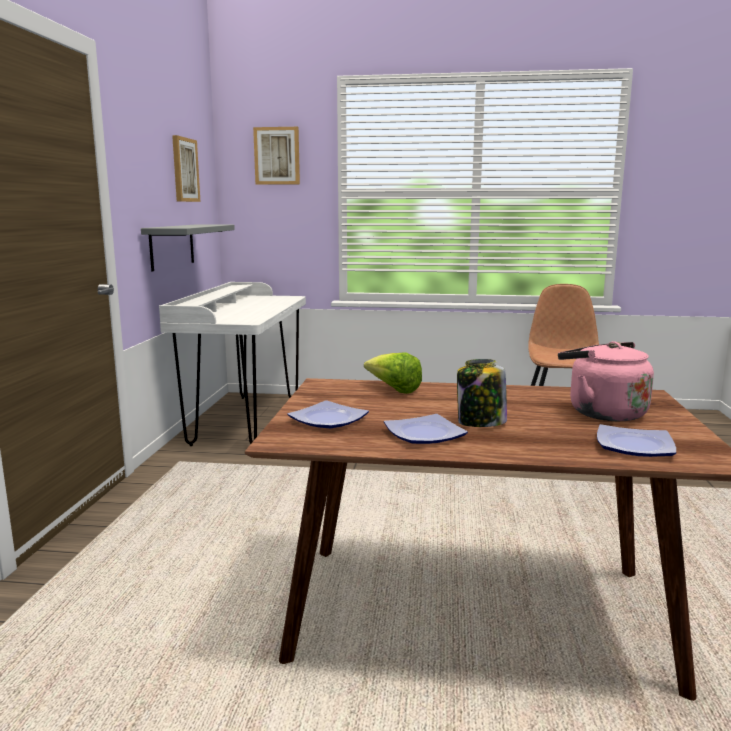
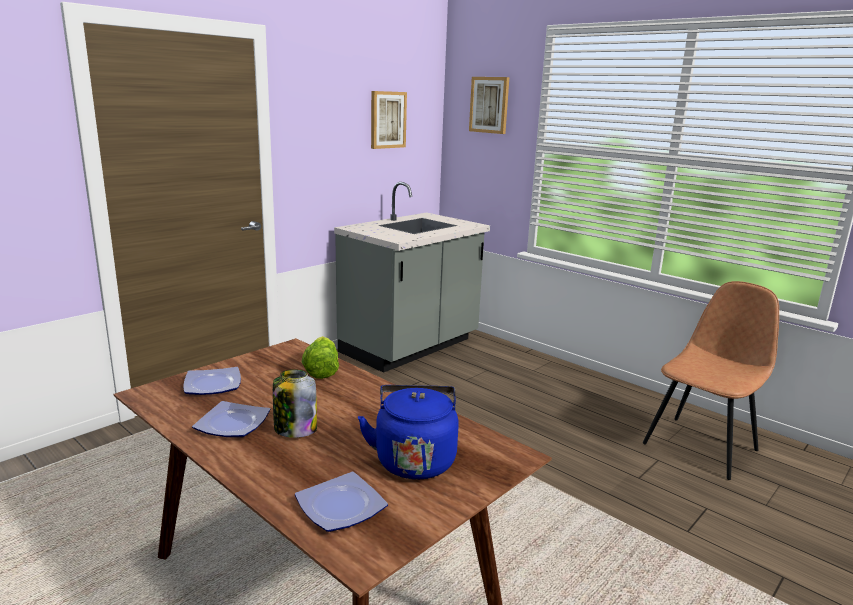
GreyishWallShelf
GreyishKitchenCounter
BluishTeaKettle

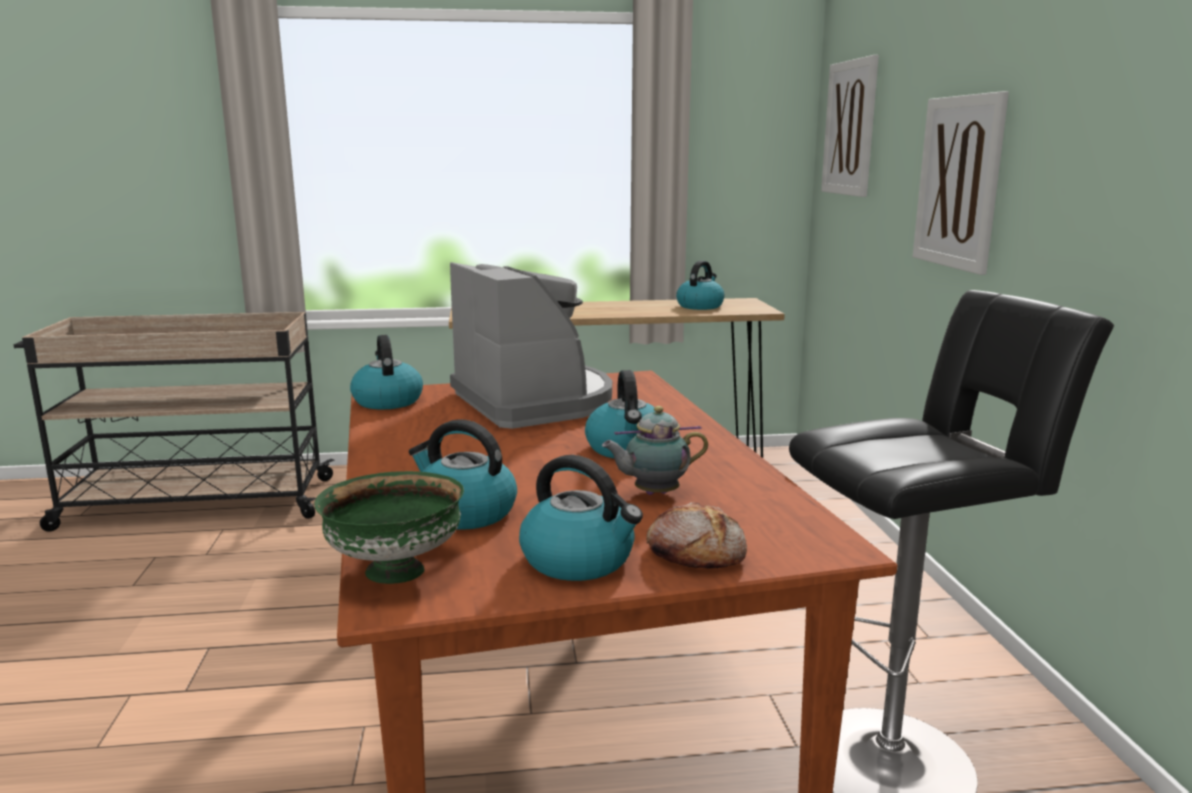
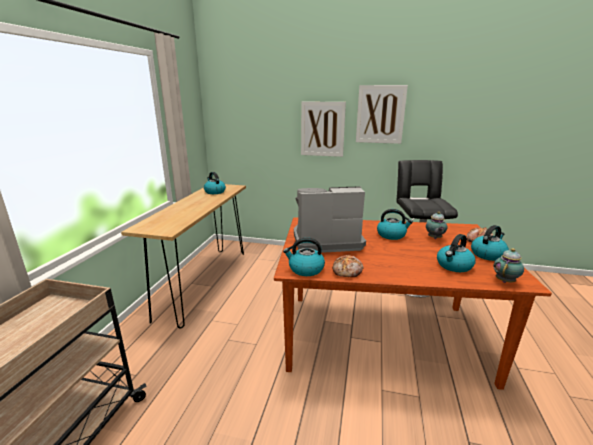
TeaPot (no. 2 from left)
WallArt (no. 2 from left)
Bread (no. 1 from left)

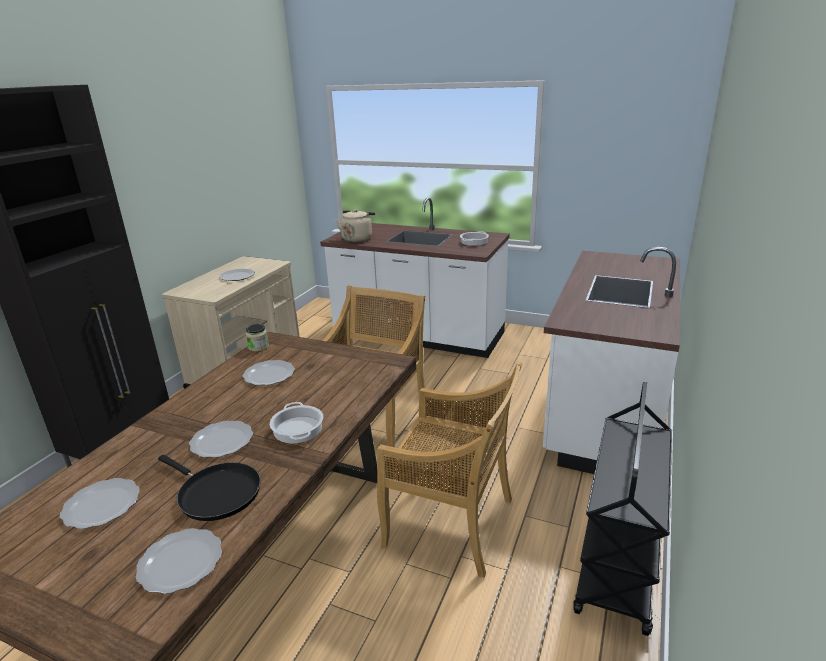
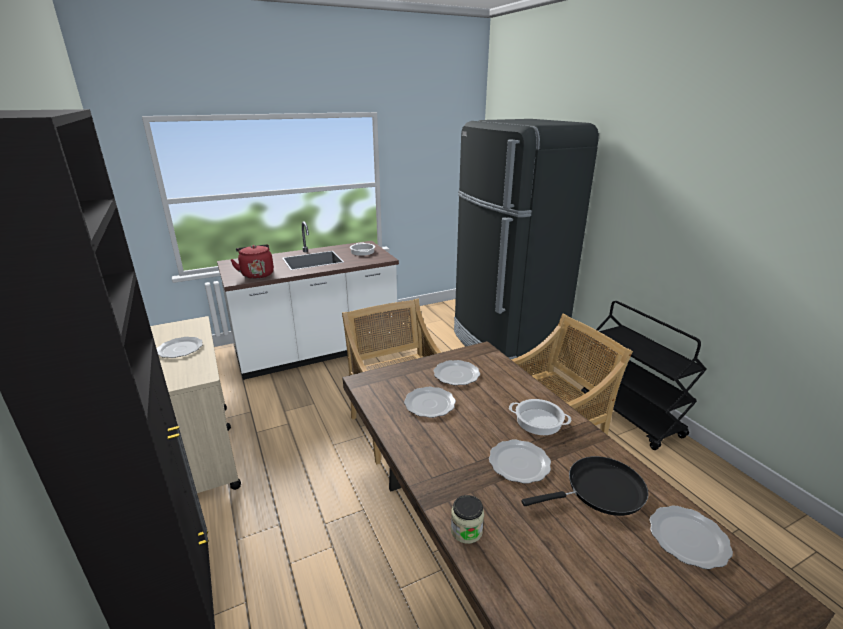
DinnerPlate (no. 3 from left)
Jar
ReddishTeaKettle
BlackRefrigerator

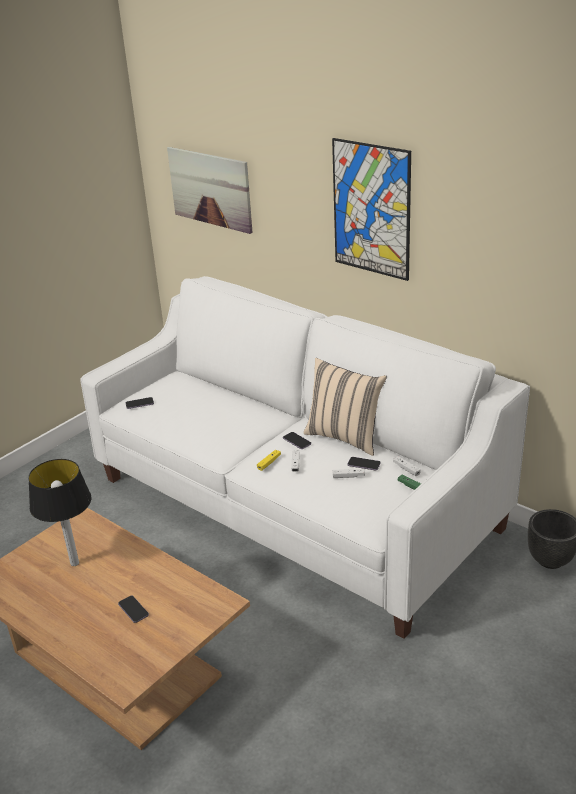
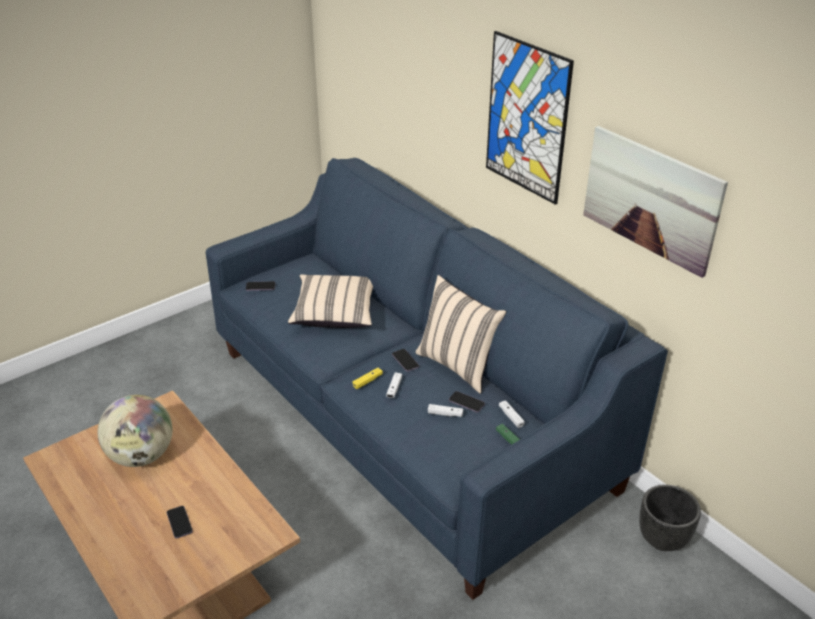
WorldGlobe
BluishCouch
WallArt (no. 2 from left)
BeigeColouredPillow (no. 1 from left)

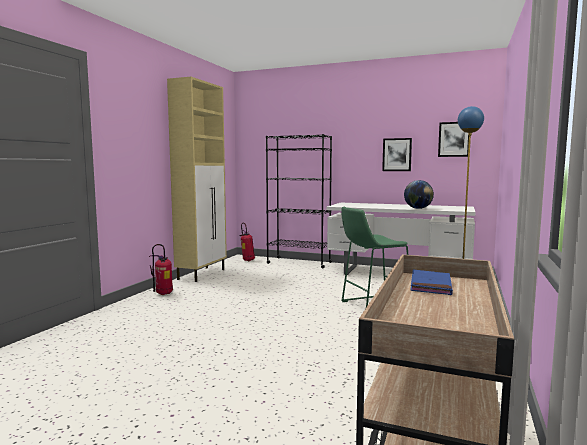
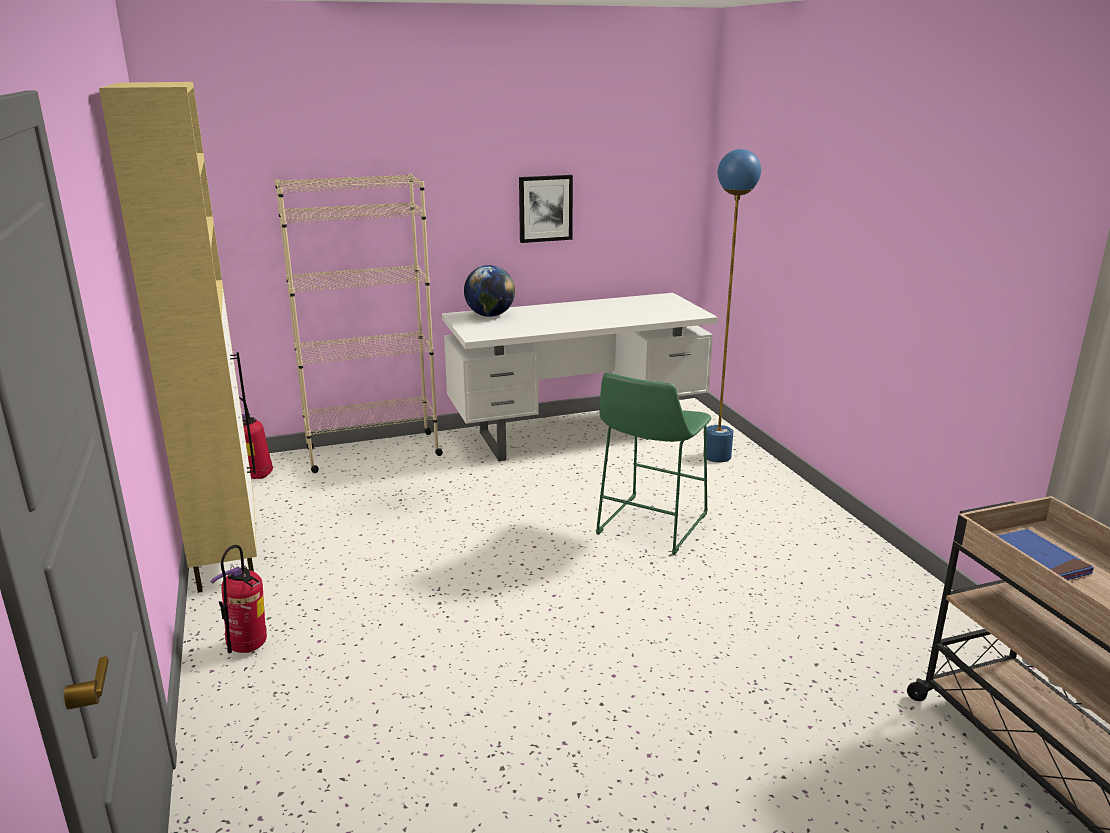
BeigeColouredBookshelf
WorldGlobe
WallArt (no. 2 from left in the first image)

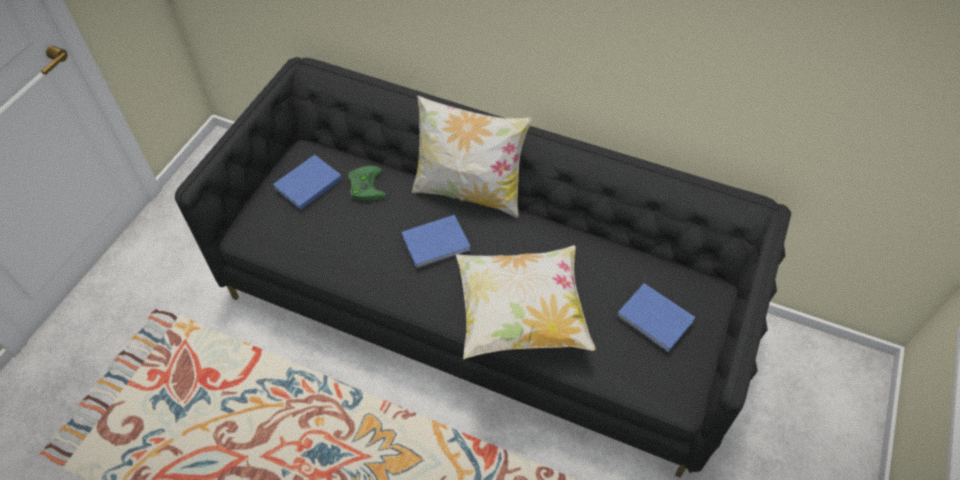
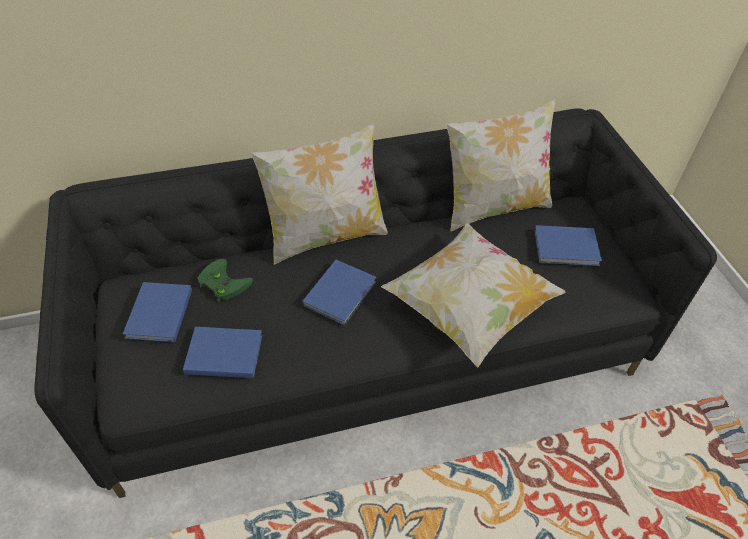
BluishVolume (no. 2 from left)
Pillow (no. 3 from left)

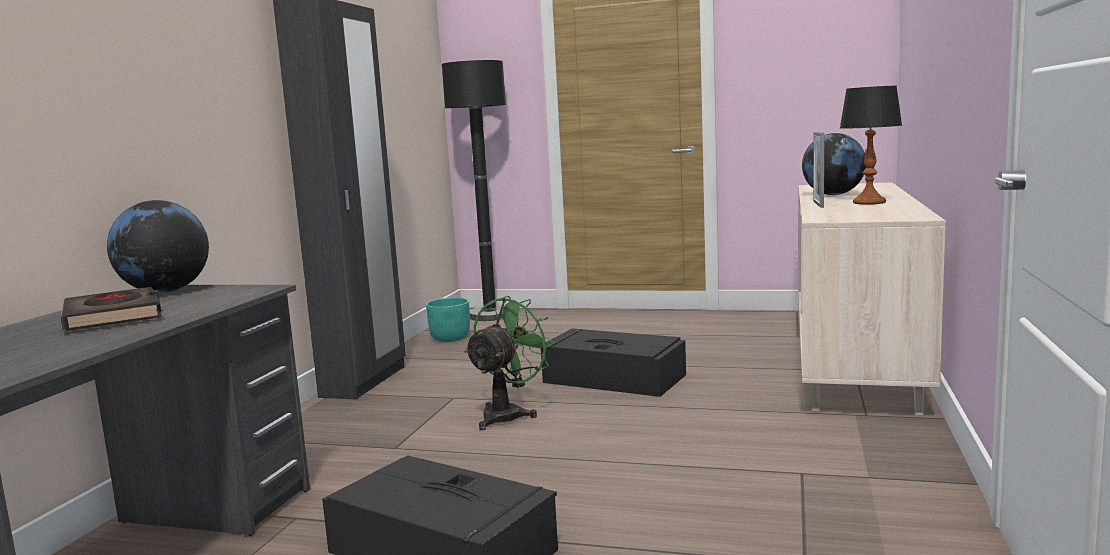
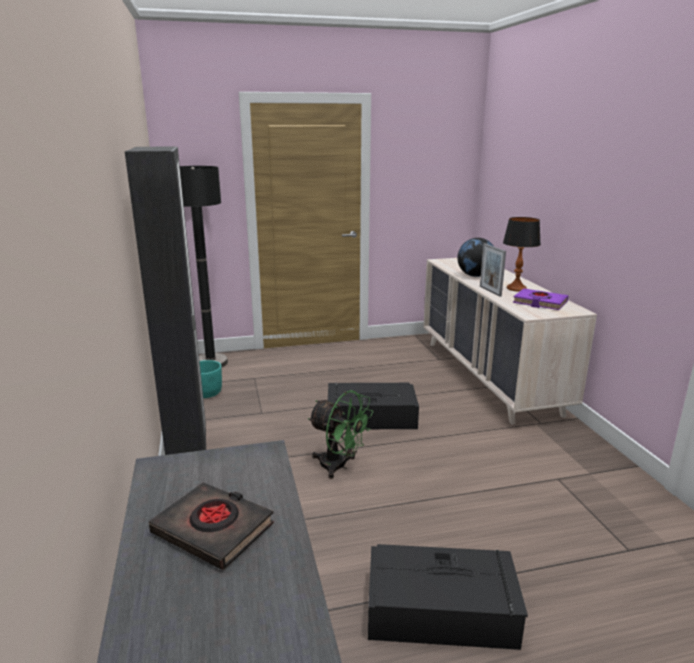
WorldGlobe (no. 1 from left in the first image)
GreenishElectricFan
PurpleVolume

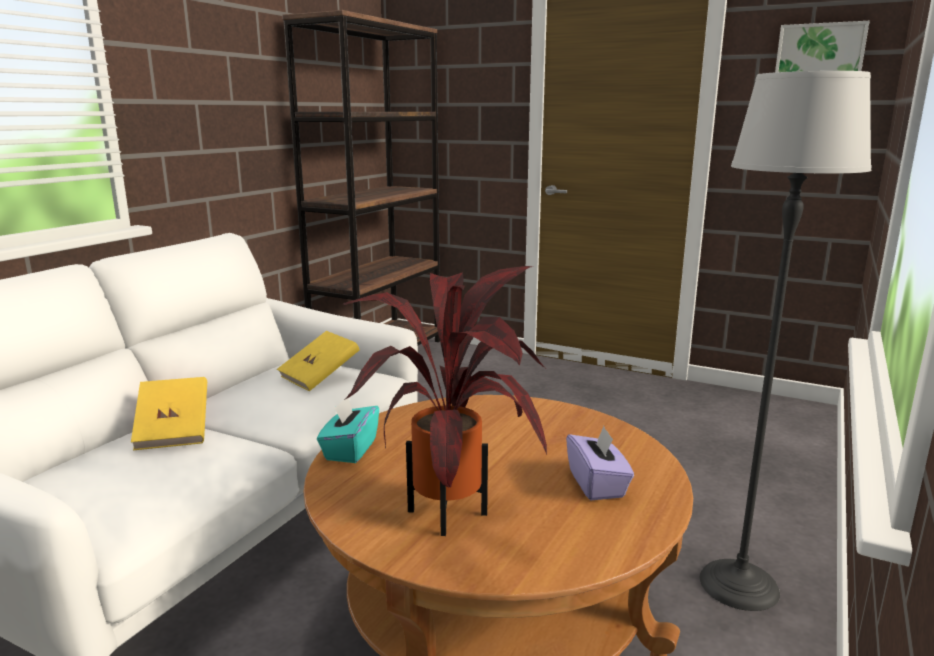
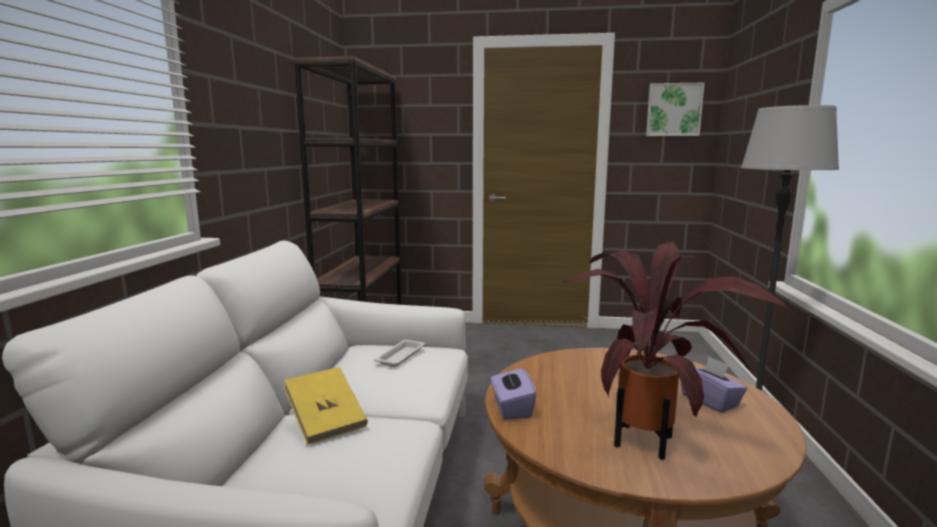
WhiteServingTray
PurpleBoxOfTissues (no. 1 from left)

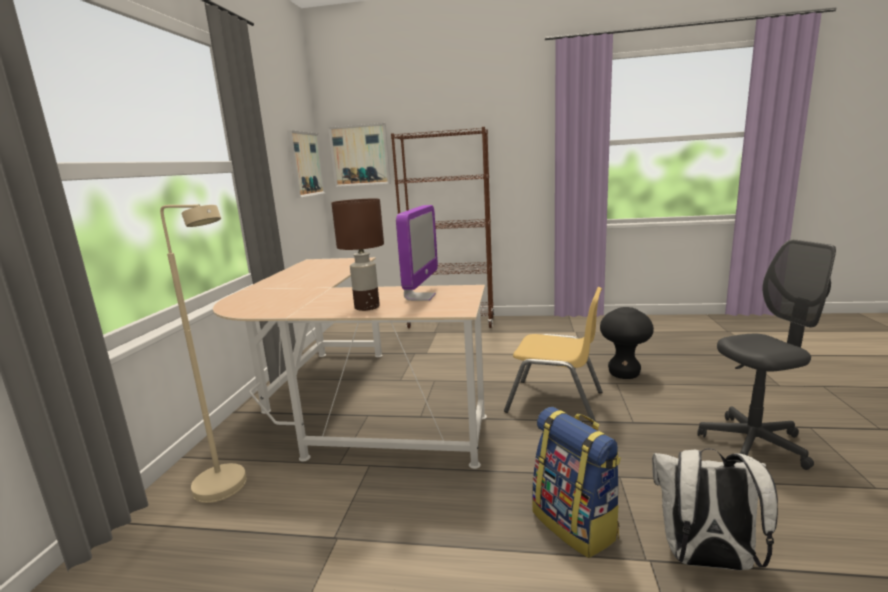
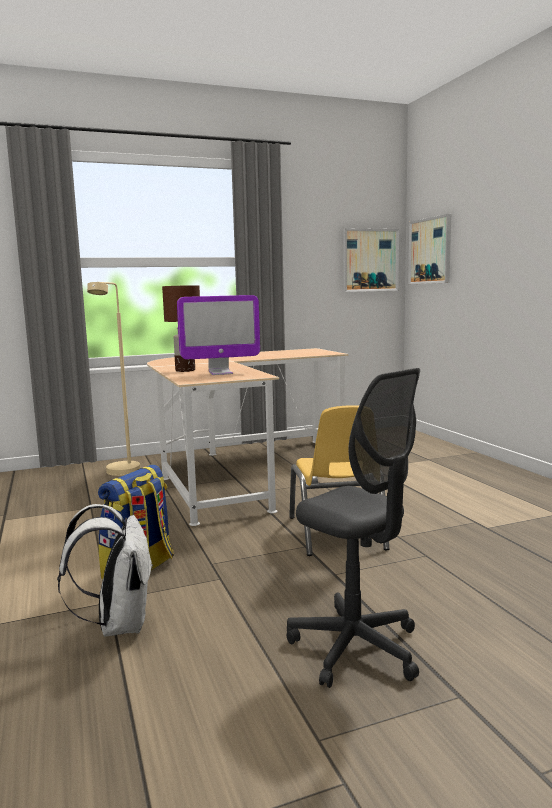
BrownishBookshelf
BlackSittingStool

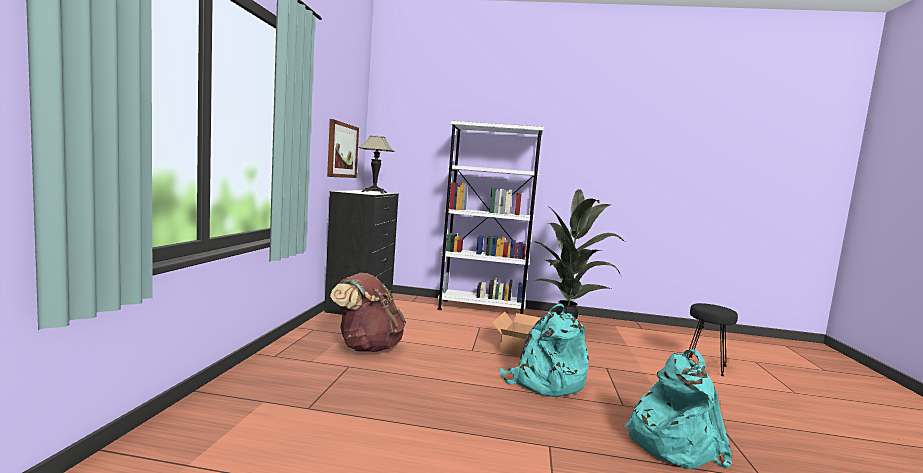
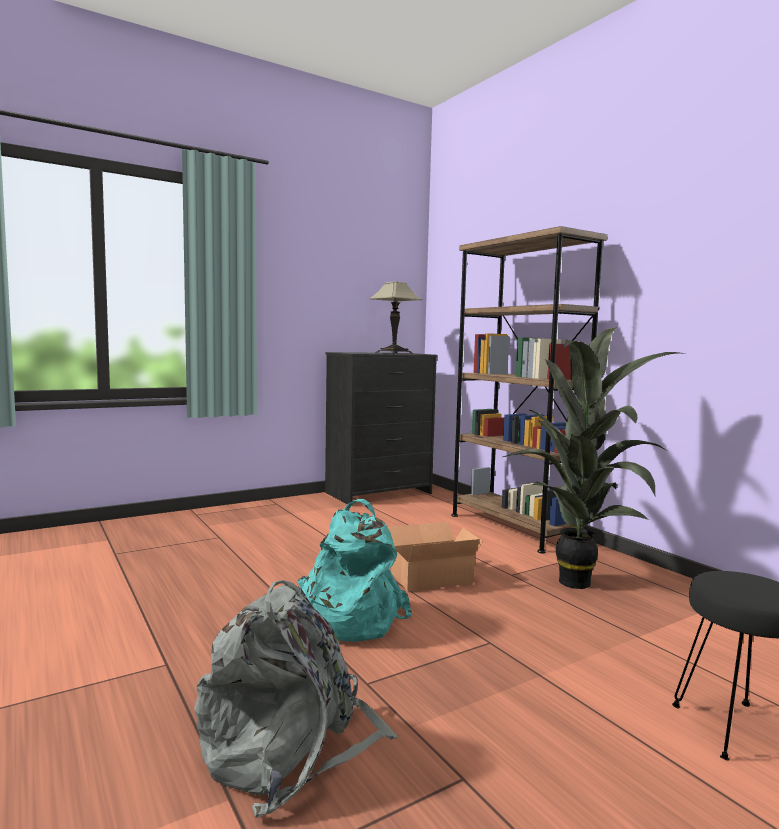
WallArt
BrownishBackpack
BrownishBookshelf
GreyishBackpack

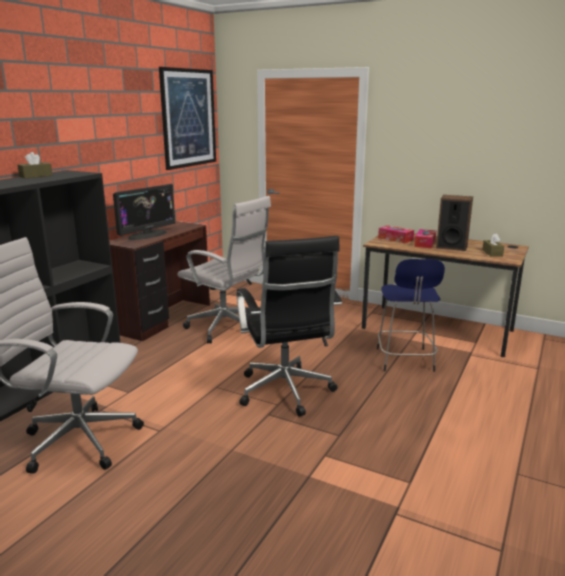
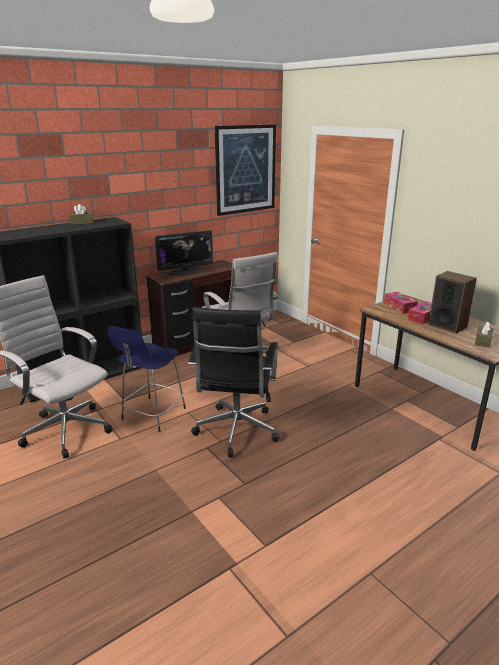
BluishSittingStool

